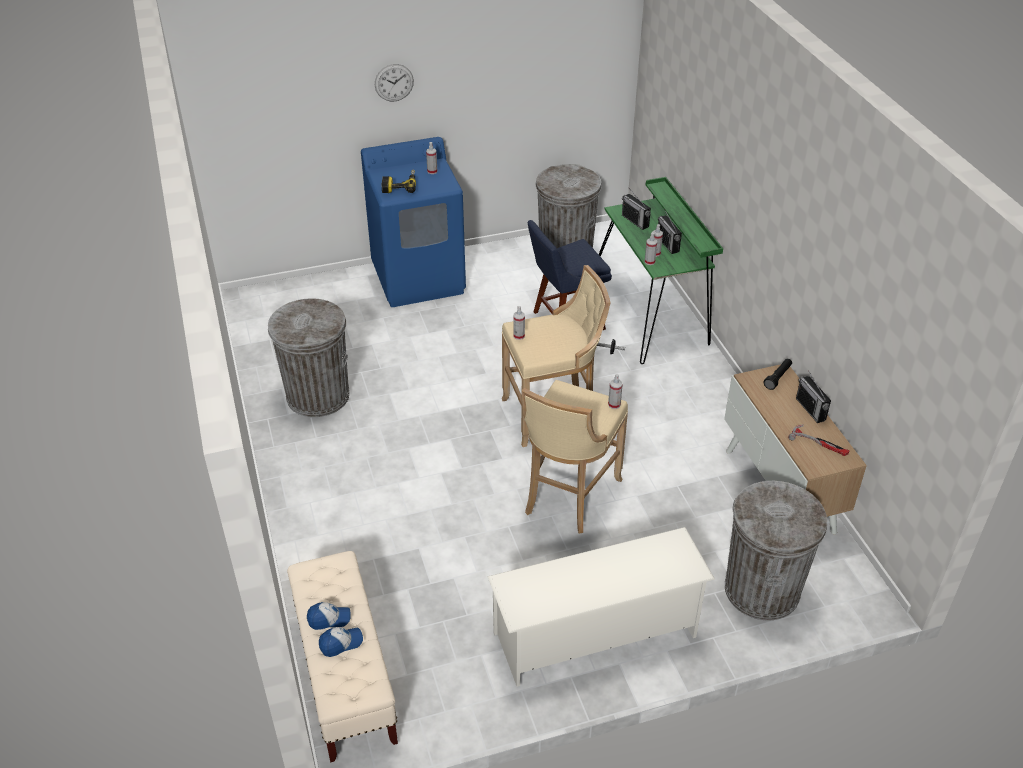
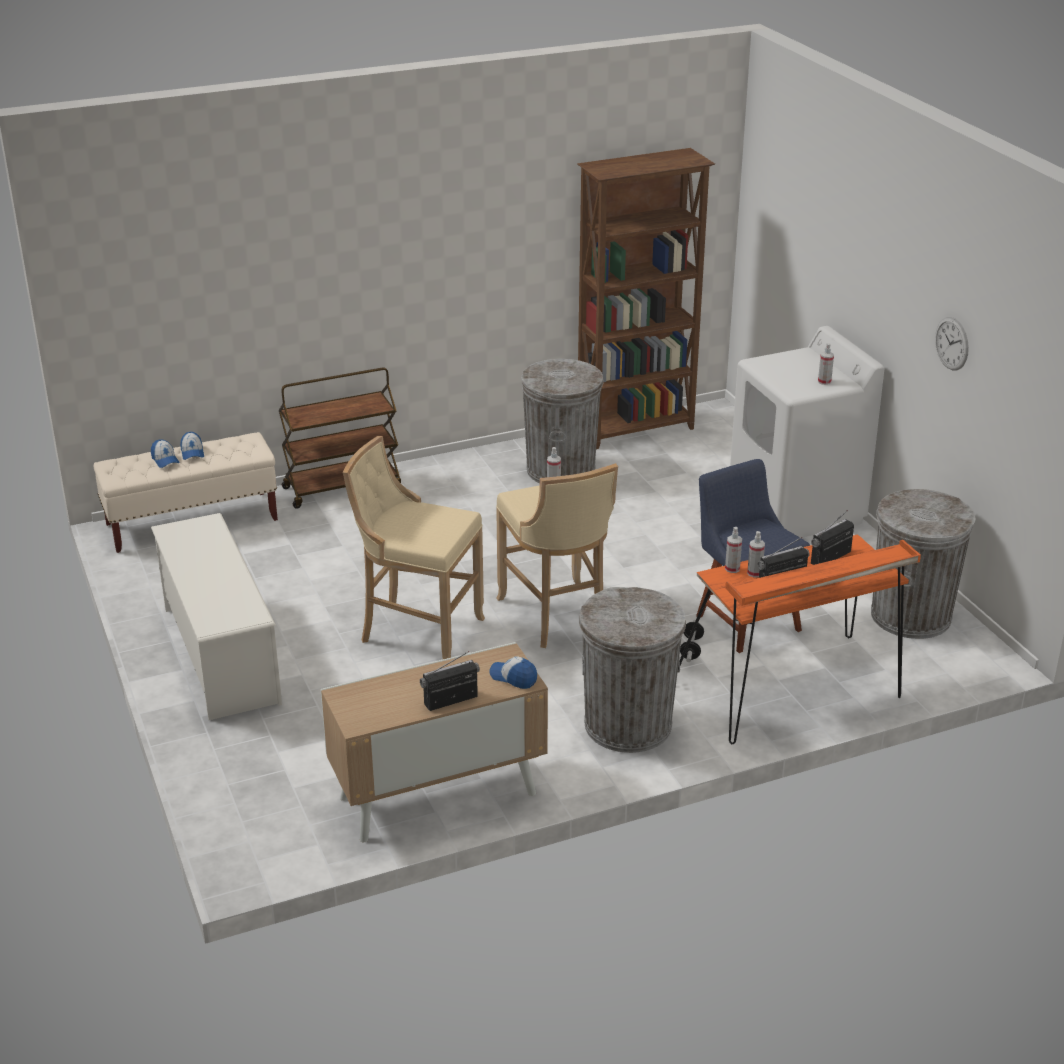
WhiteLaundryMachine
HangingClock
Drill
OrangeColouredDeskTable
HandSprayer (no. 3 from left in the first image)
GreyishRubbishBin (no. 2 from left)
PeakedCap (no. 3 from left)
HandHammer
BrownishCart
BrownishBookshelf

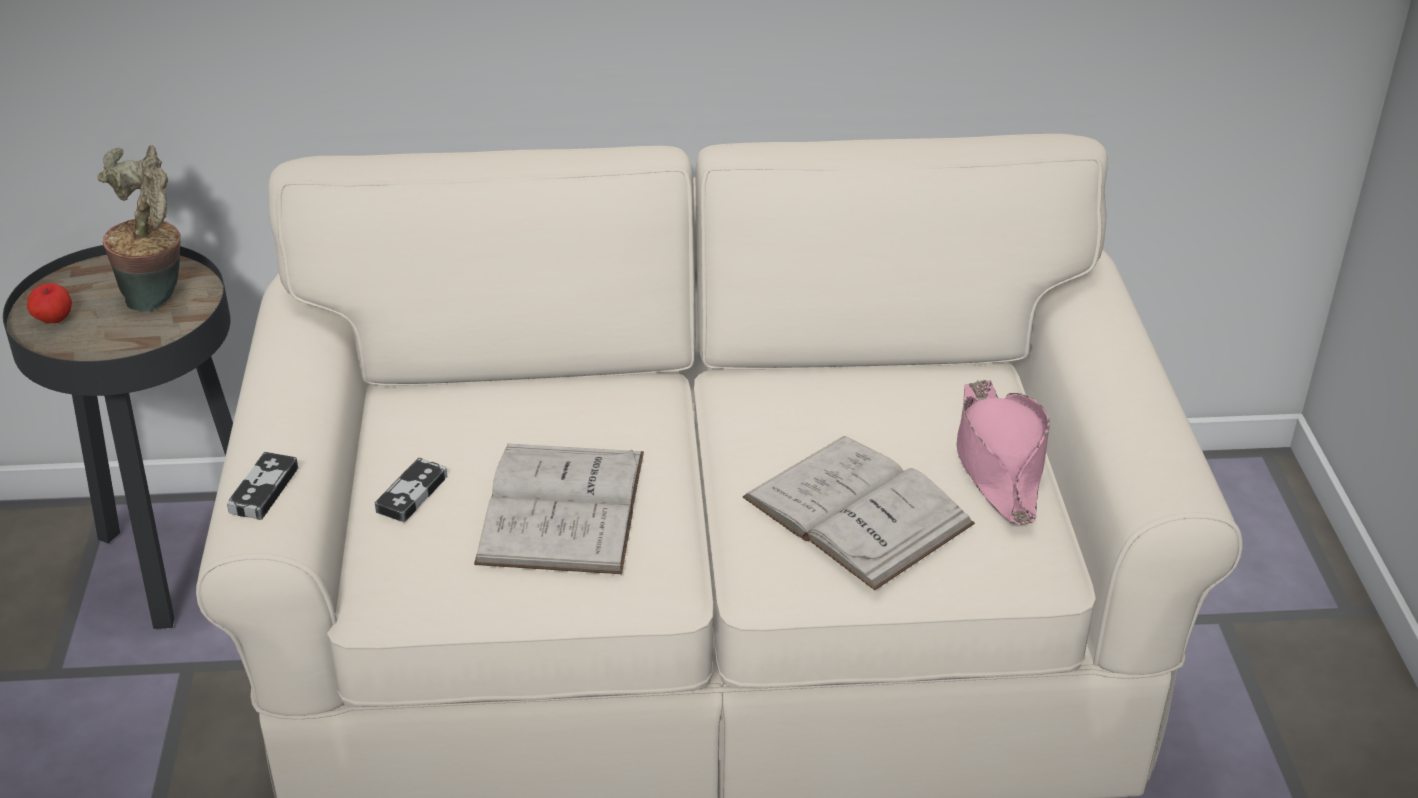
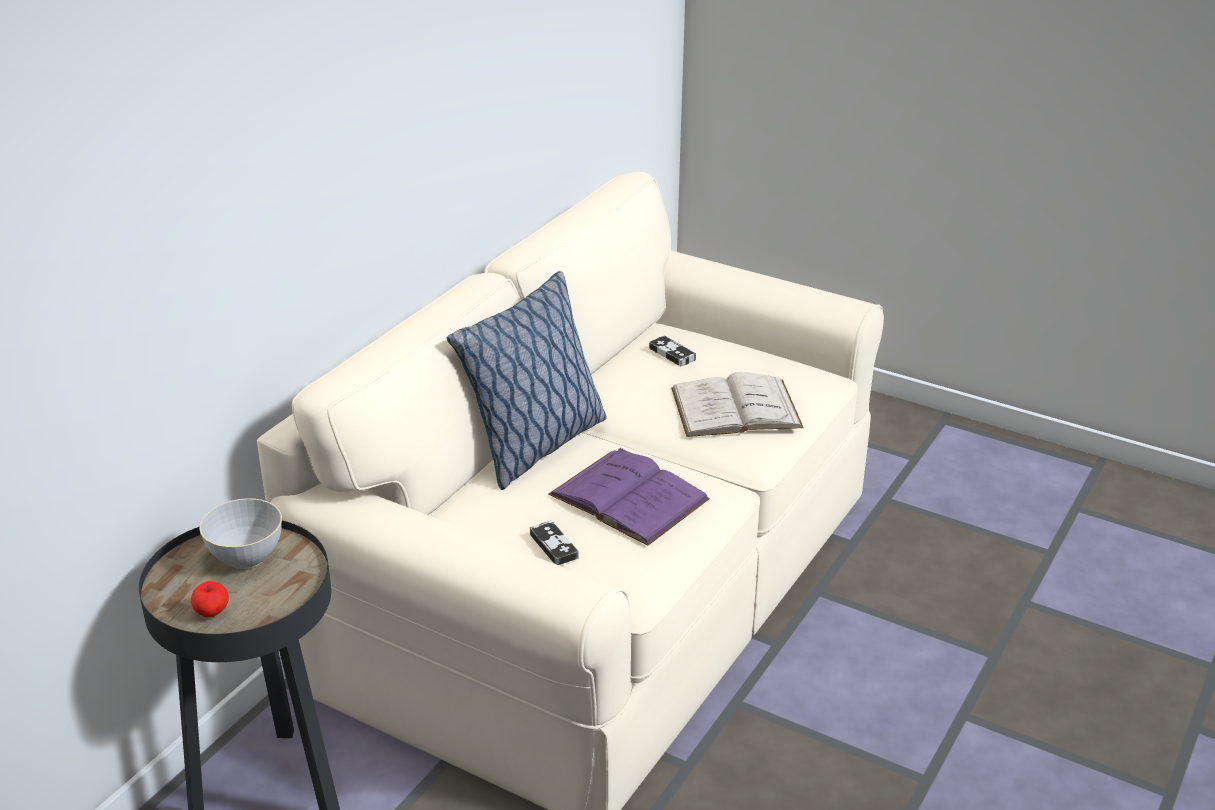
GreyishServingBowl
Gamepad (no. 2 from left)
PurpleVolume
PinkColouredHat
Pillow

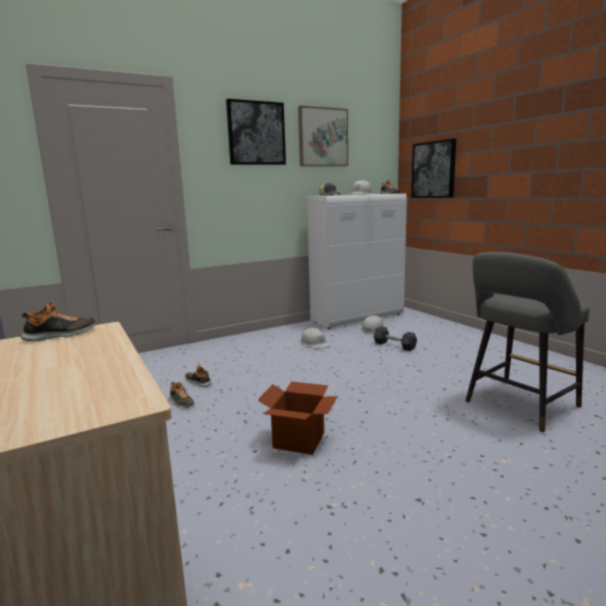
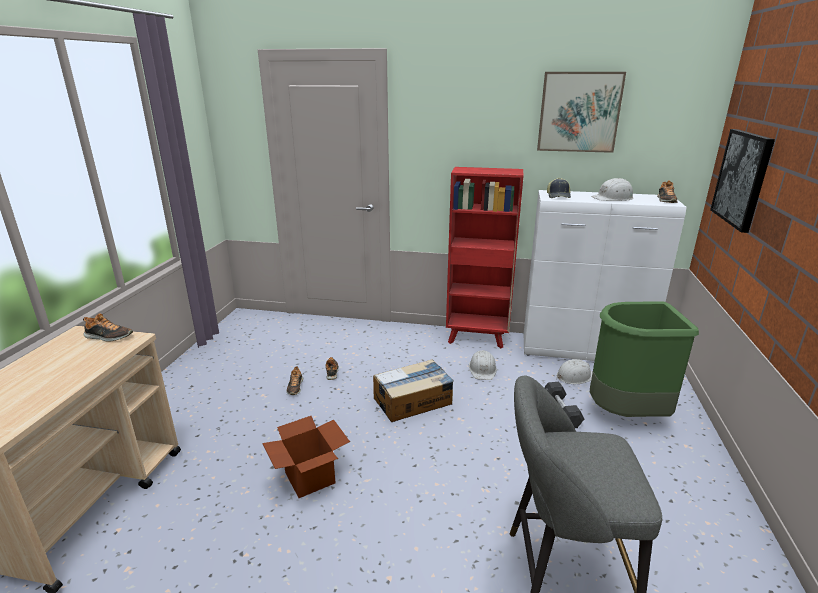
WallArt (no. 1 from left in the first image)
CardboardBox (no. 2 from left)
ReddishBookshelf
GreenishRubbishBin

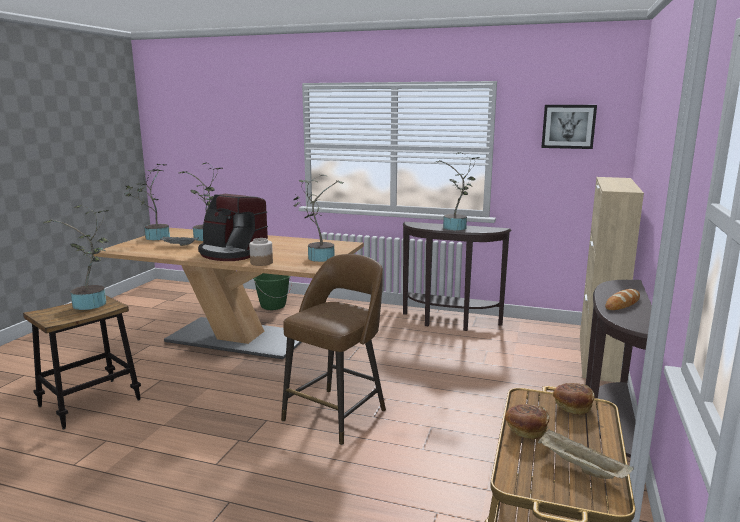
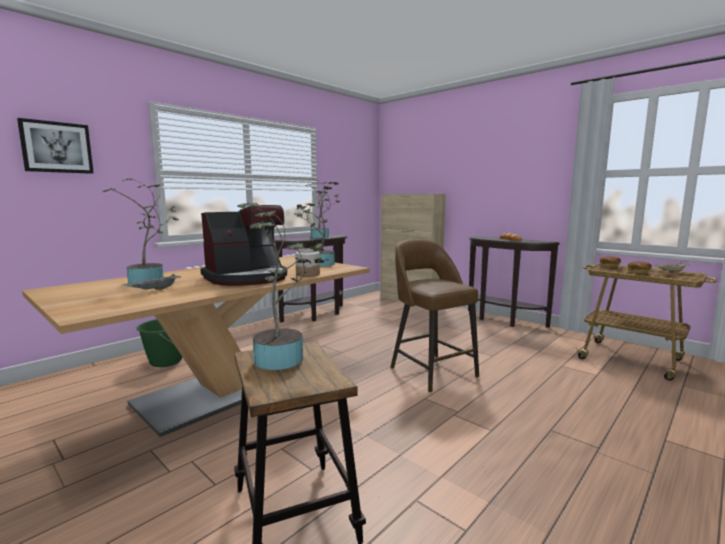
PottedPlant (no. 2 from left in the first image)
WallArt

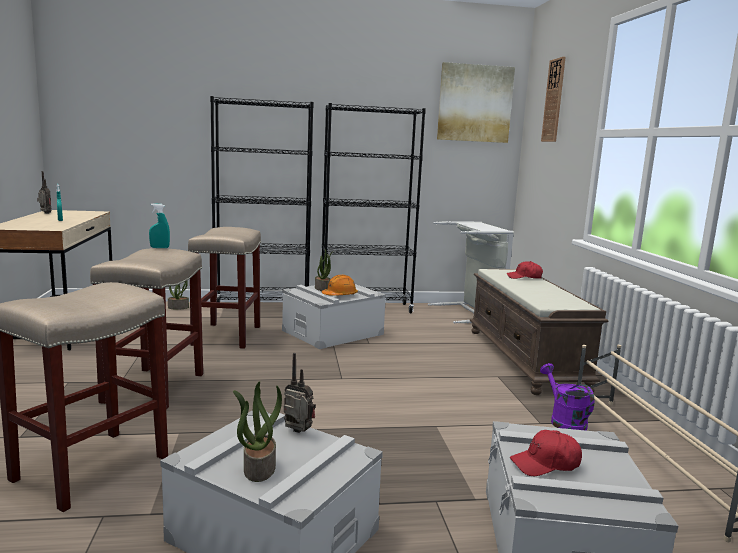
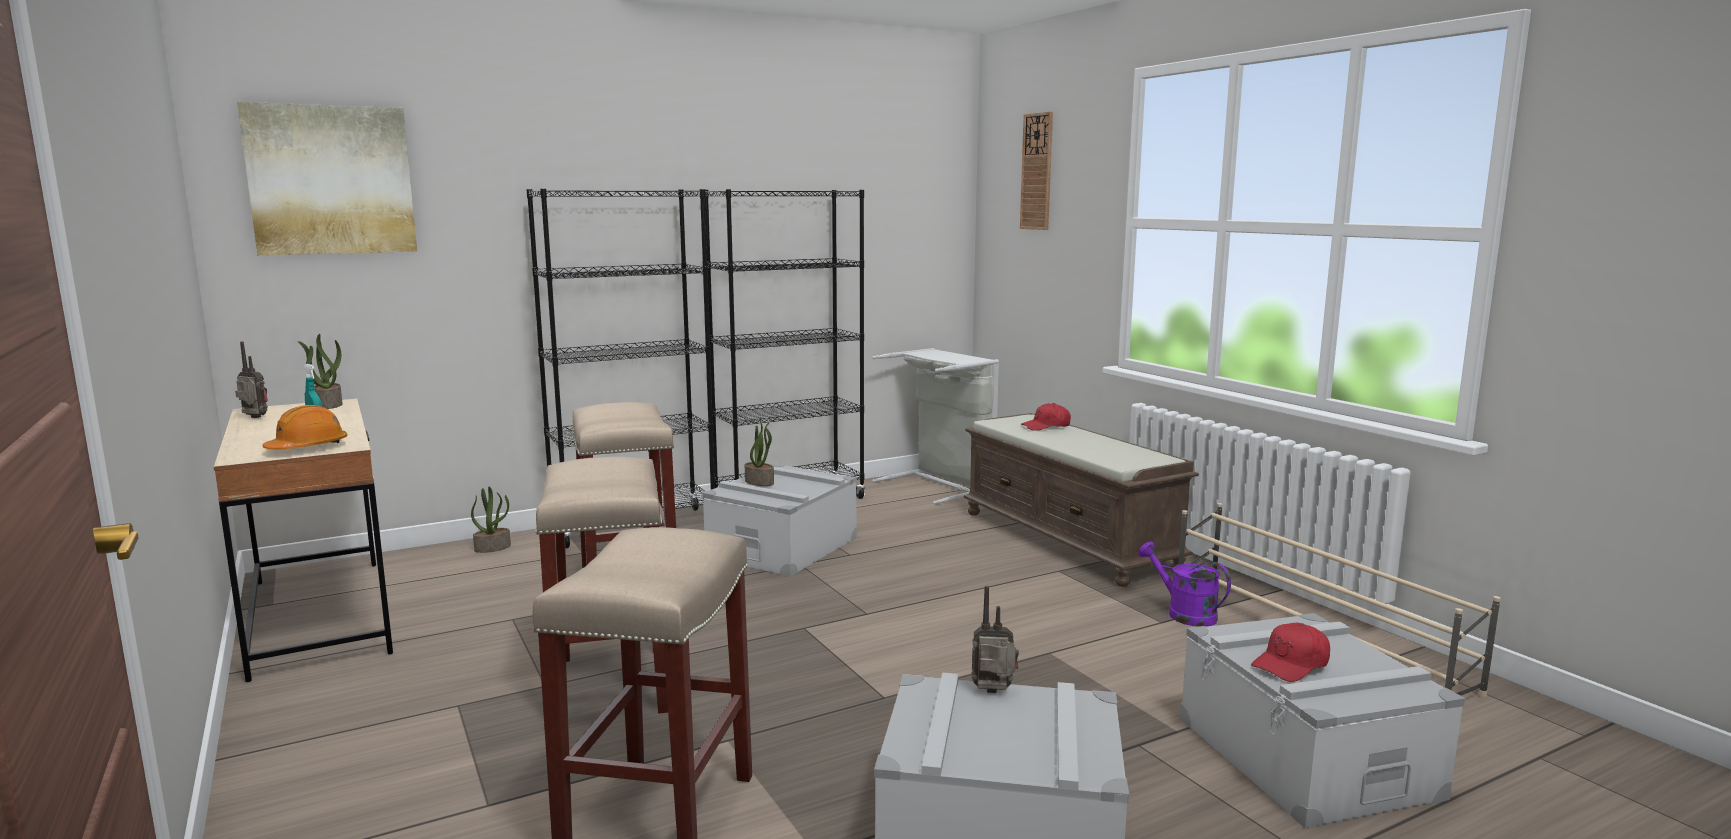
TurquoiseHandSprayer (no. 2 from left in the first image)
PottedPlant (no. 1 from left)
OrangeColouredSafetyHelmet
WallArt

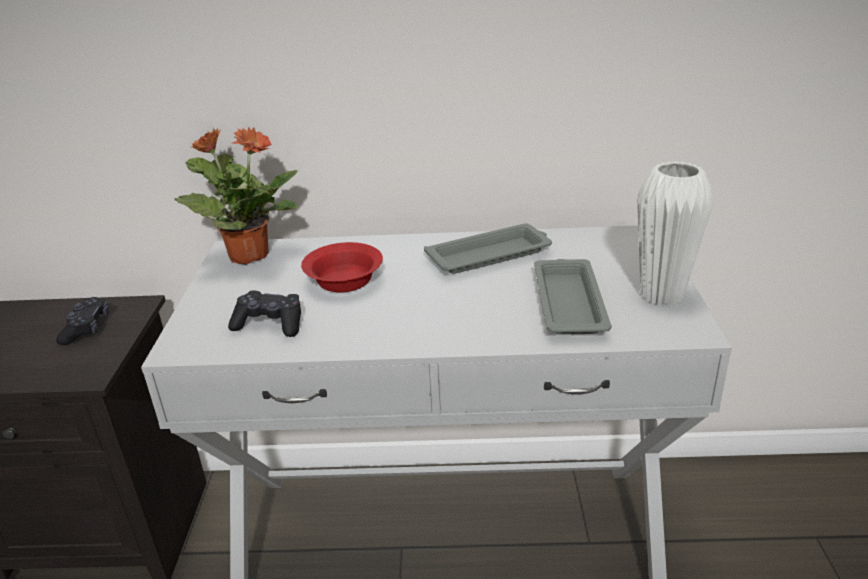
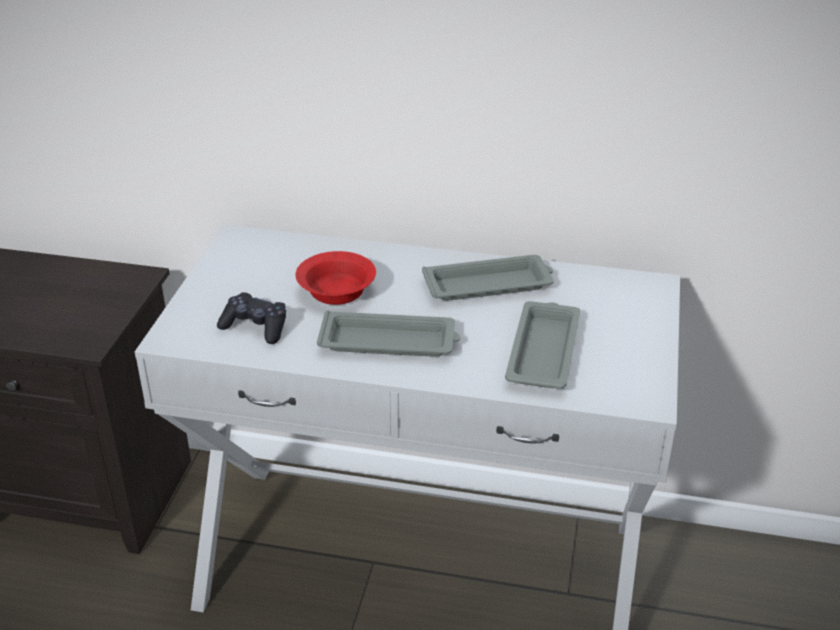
BlackGamepad (no. 1 from left in the first image)
PottedPlant
WhiteFlowerVase
GreyishServingTray (no. 1 from left)

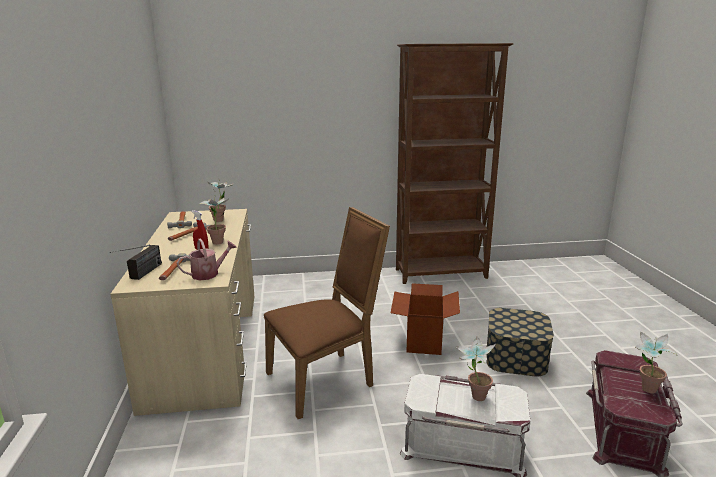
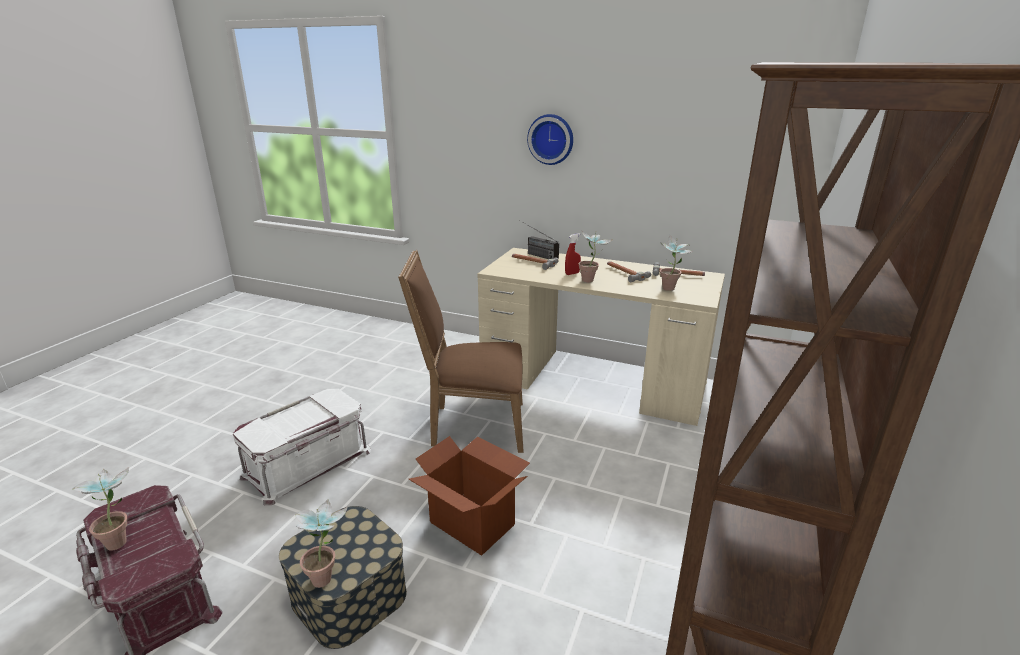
SprinklingCan
BrownishUprightChair
PottedPlant (no. 2 from left)
HangingClock

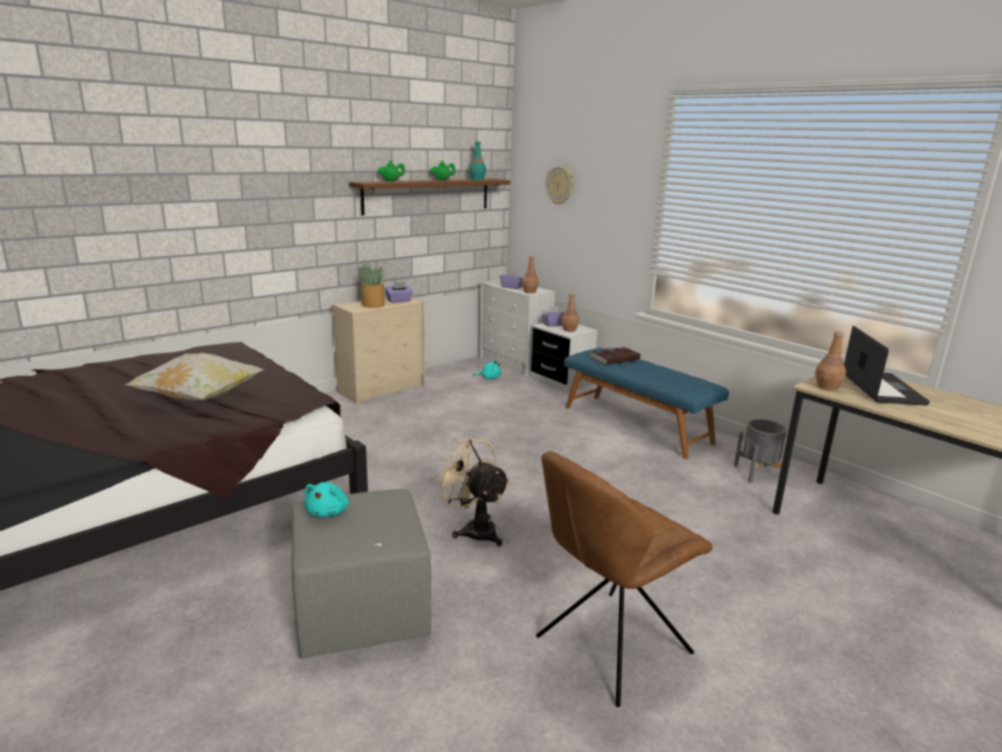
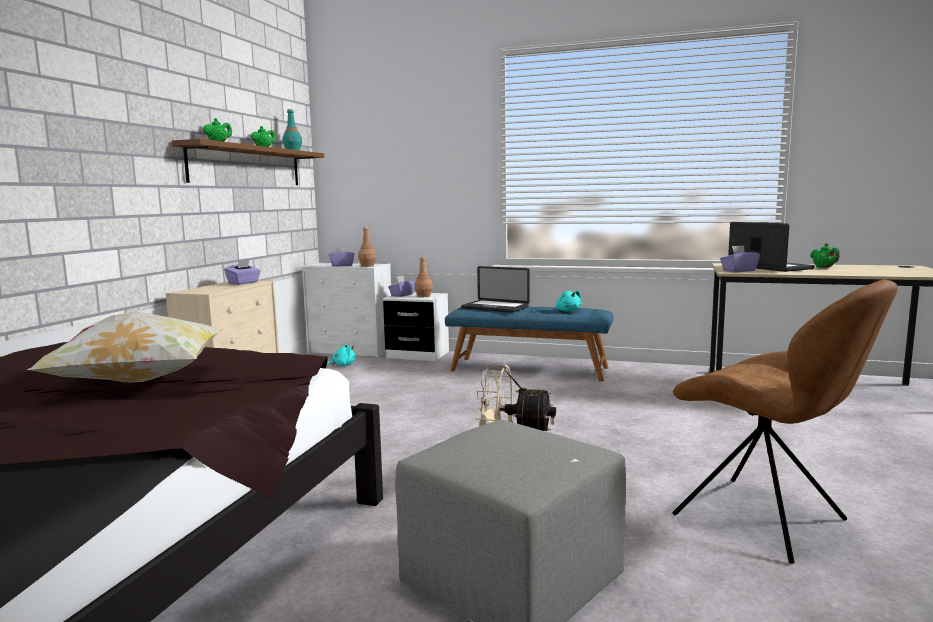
TurquoisePlushToy (no. 2 from left)
PottedPlant
BrownishUprightChair
HangingClock
NotebookComputer (no. 1 from left)
GreyishPlantPot
PurpleBoxOfTissues (no. 4 from left)
GreenishTeaPot (no. 3 from left)

